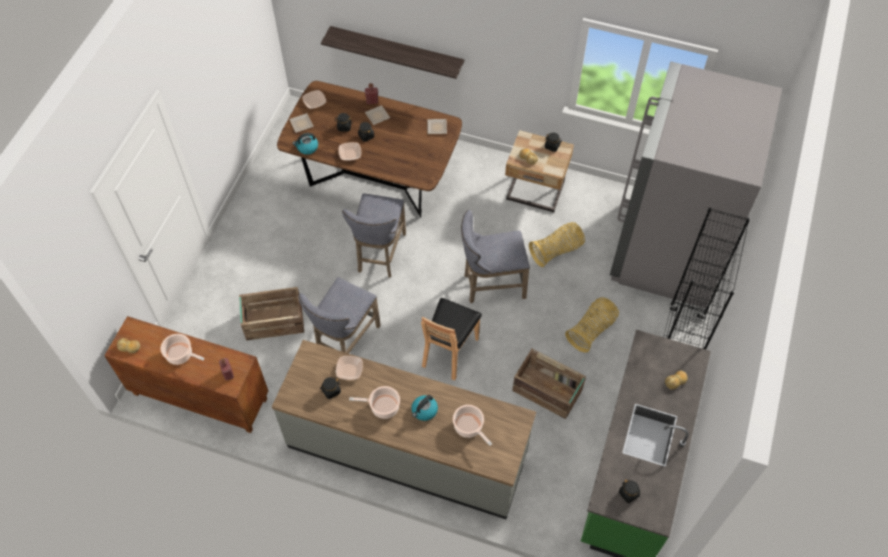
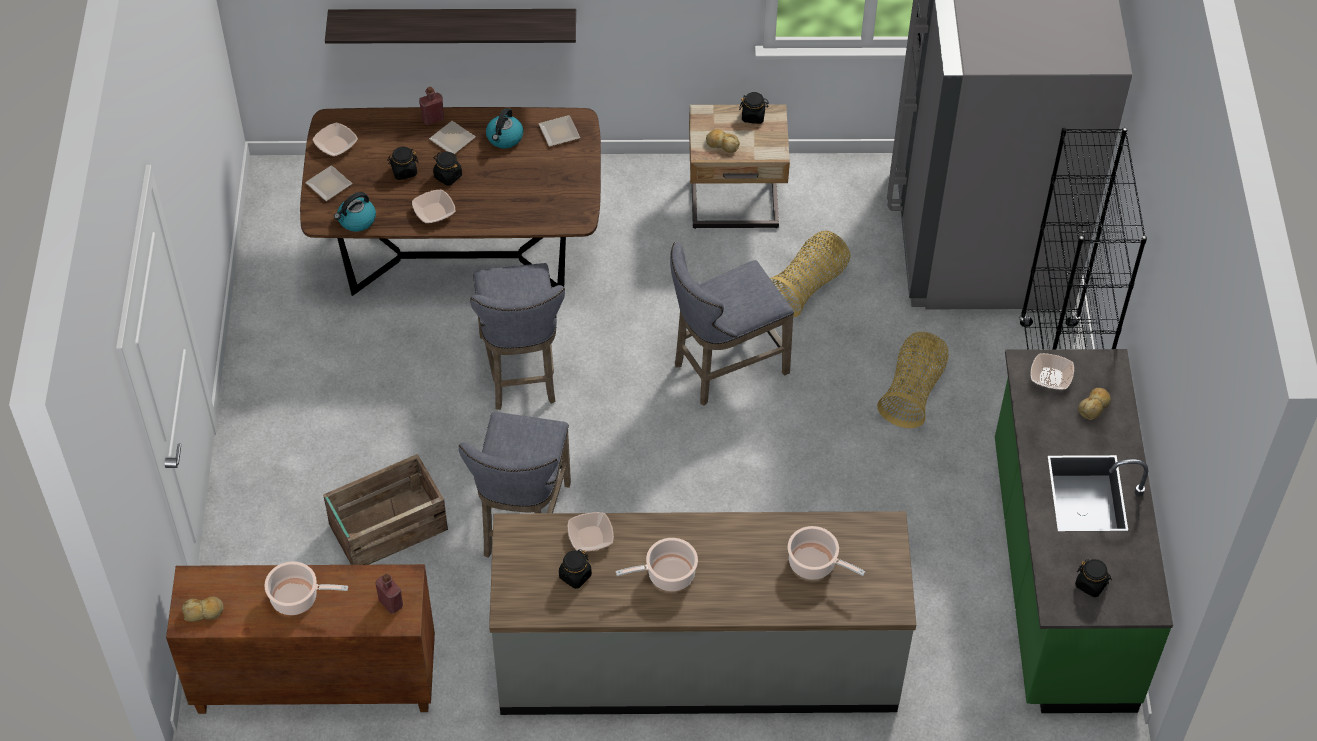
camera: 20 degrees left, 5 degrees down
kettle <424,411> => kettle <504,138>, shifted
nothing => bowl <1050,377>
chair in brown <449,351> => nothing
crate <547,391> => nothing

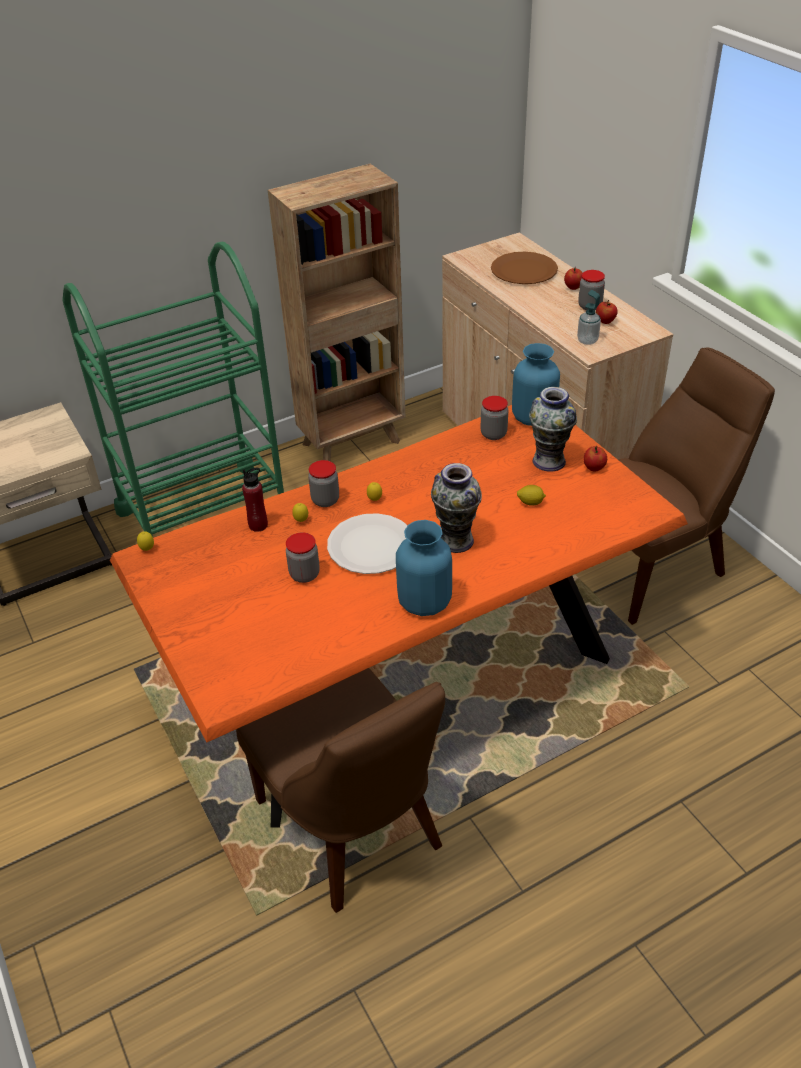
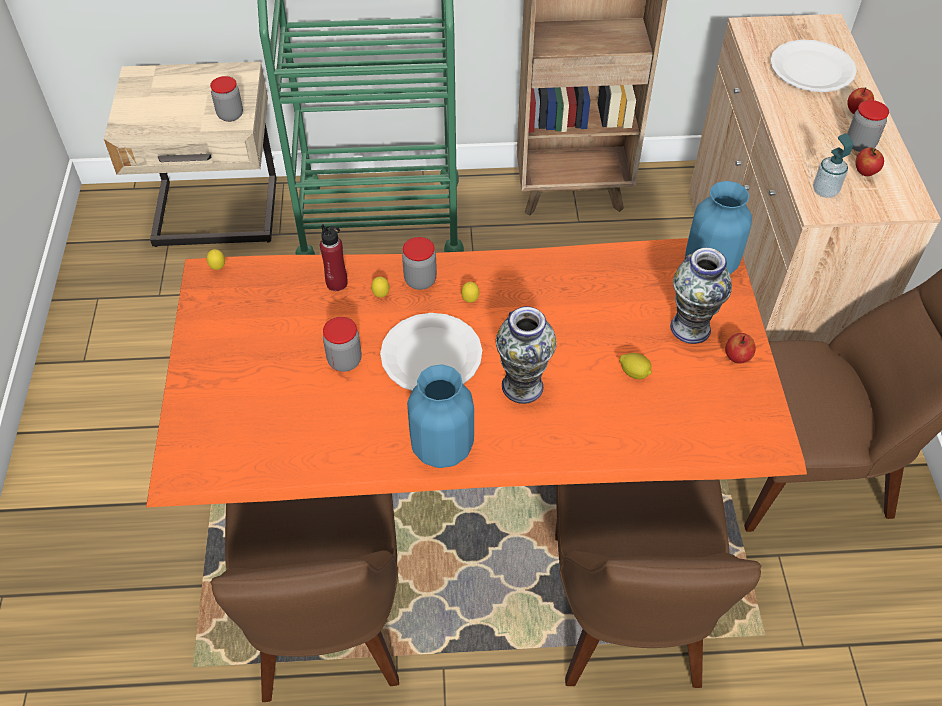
camera: 25 degrees right, 10 degrees up
jar <493,434> => jar <230,115>, shifted
nothing => chair in brown <627,617>
plate in brown <523,270> => plate in white <811,68>

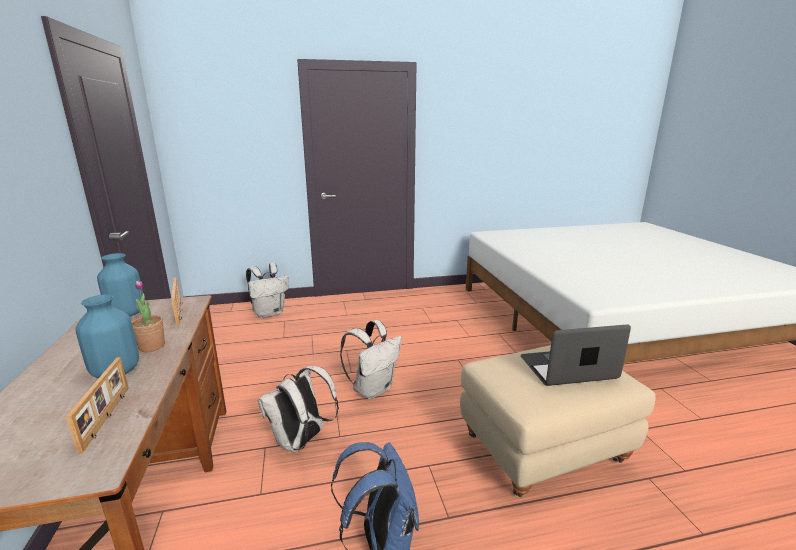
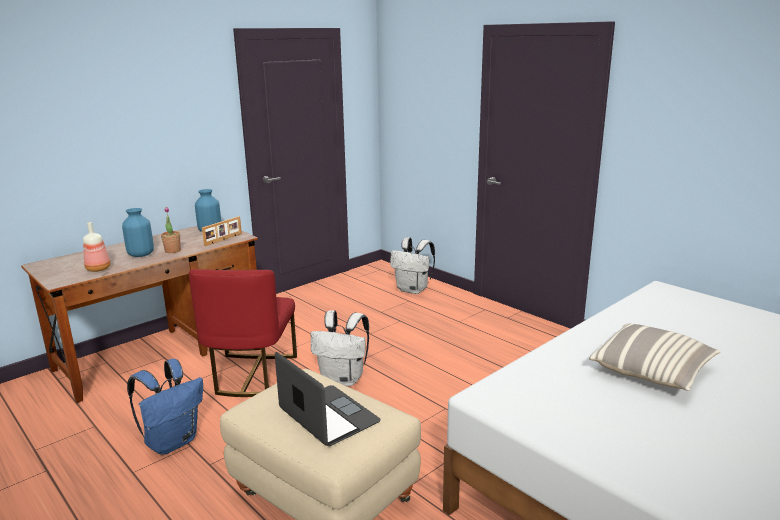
camera: 60 degrees right, 0 degrees up
picture frame <107,417> => bottle <99,269>
backpack in white <301,442> => chair in red <251,374>
nothing => pillow <652,371>

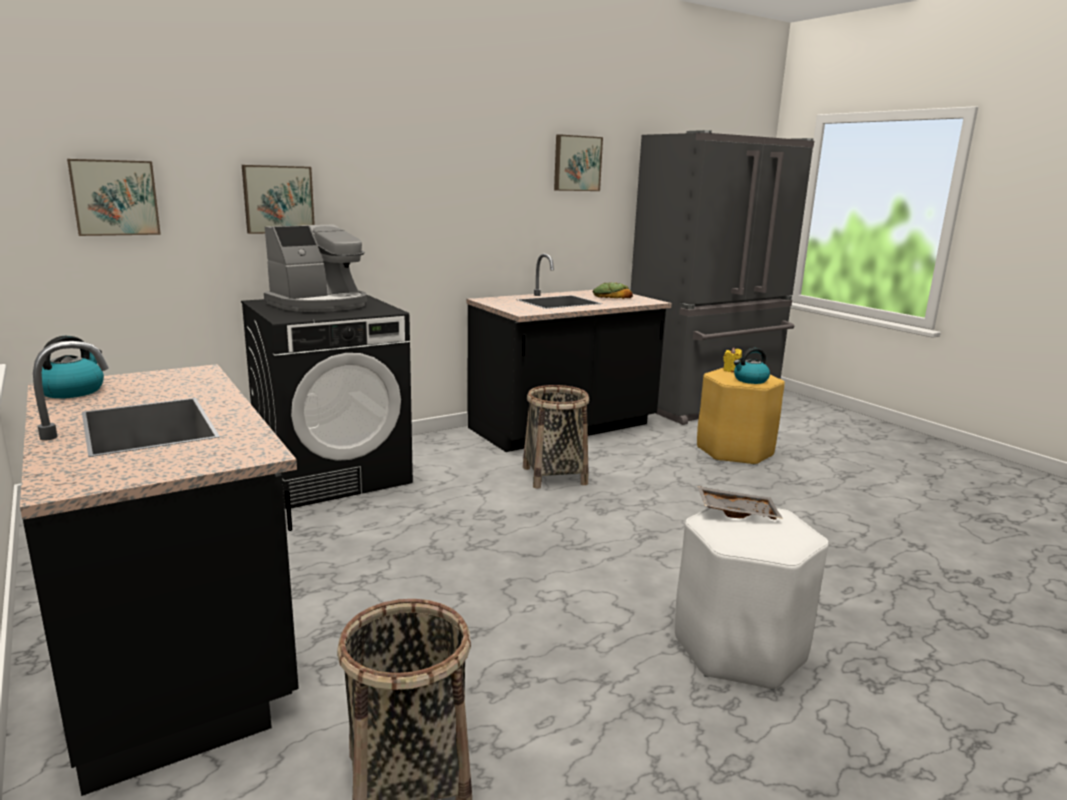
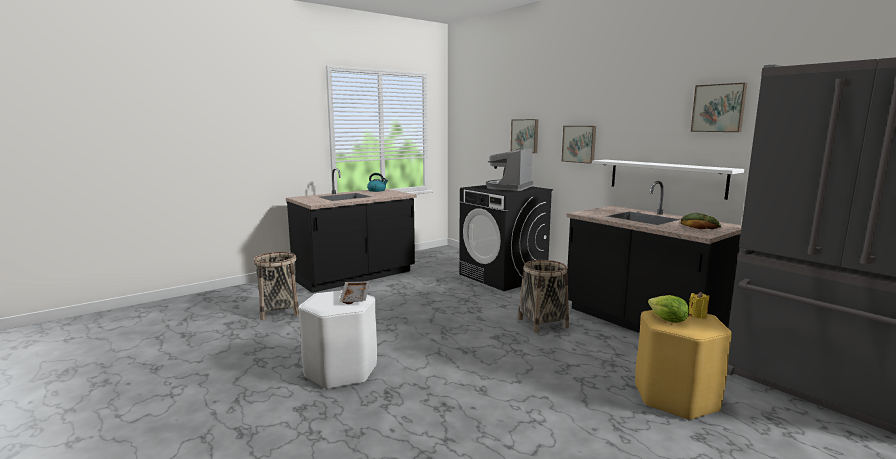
camera: 85 degrees right, 5 degrees down
coffee machine <320,304> => coffee machine <509,187>, 75 degrees clockwise
picture <115,197> => picture <579,144>, shifted
nothing => shelf in white <665,178>
kettle <750,380> => lettuce <667,320>

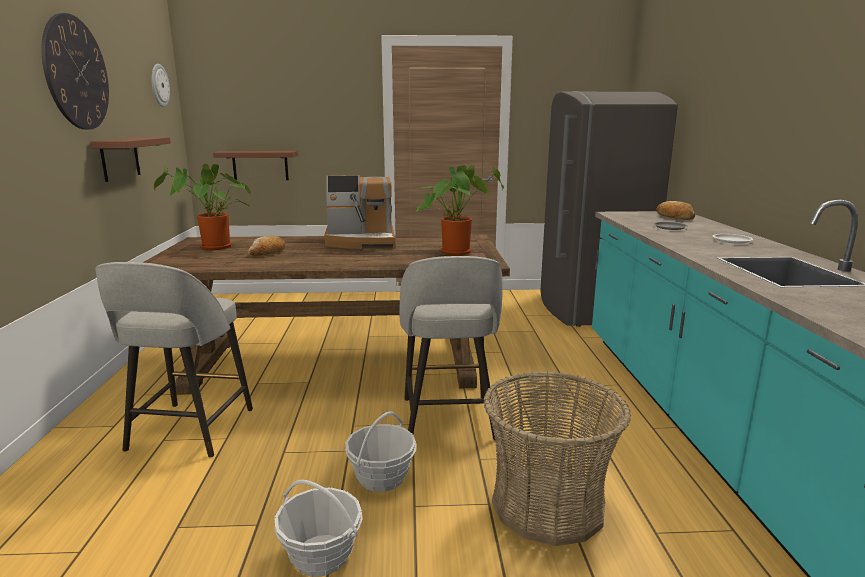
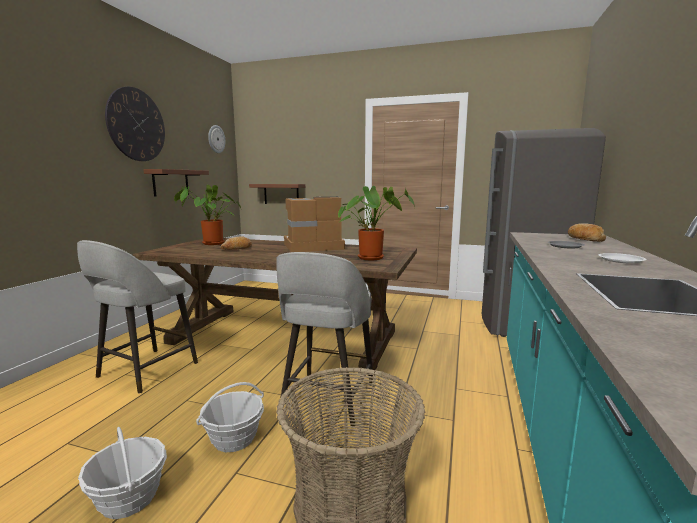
camera: 20 degrees right, 5 degrees down
coffee machine <361,242> => coffee machine <312,246>, 150 degrees clockwise

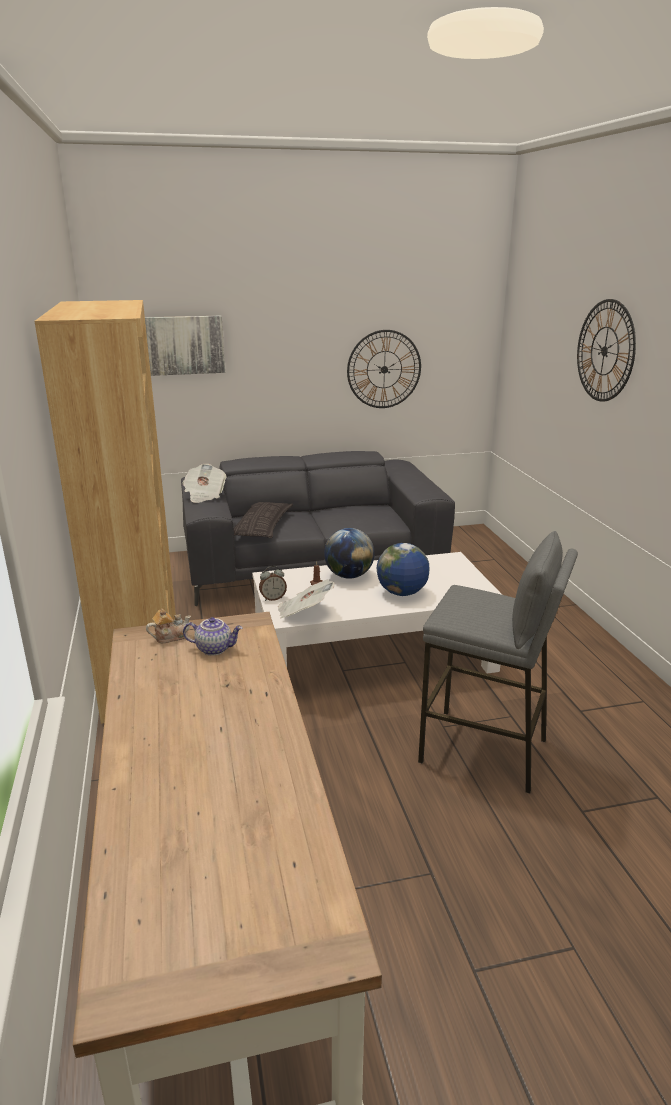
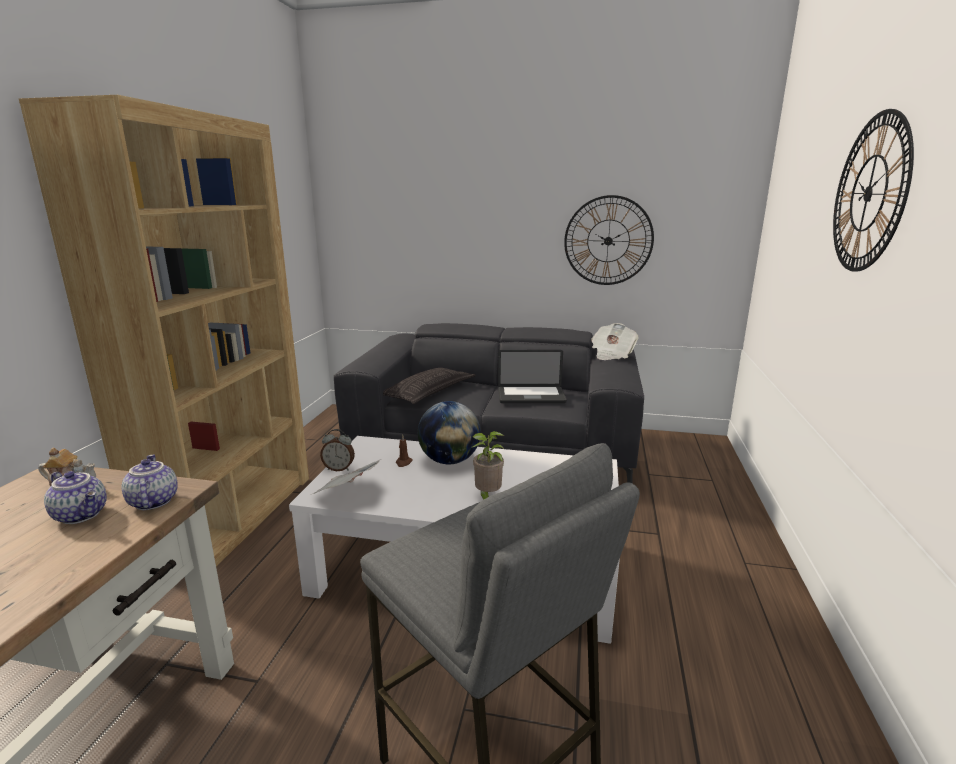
camera: 25 degrees right, 5 degrees down
nothing => teapot <152,502>
globe <402,593> => potted plant <487,496>
nothing => laptop <531,396>
newspaper <204,495> => newspaper <612,354>, shifted
picture <180,345> => nothing

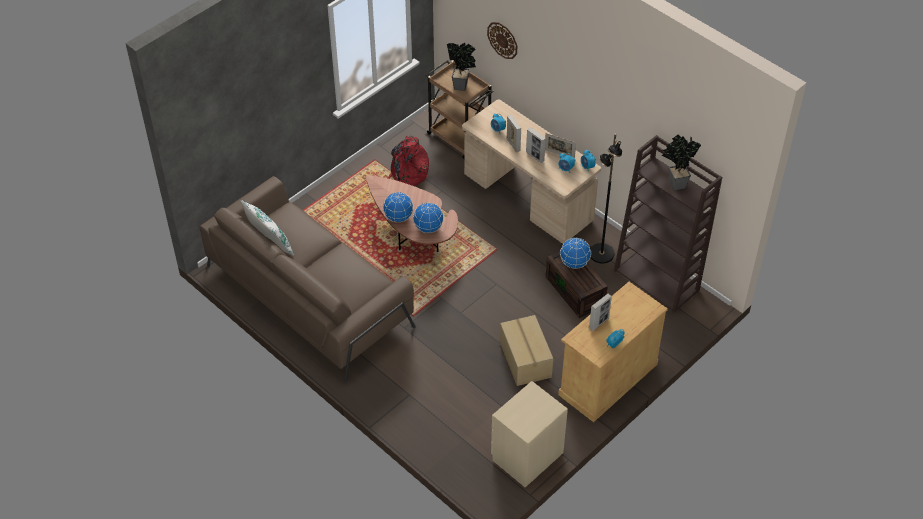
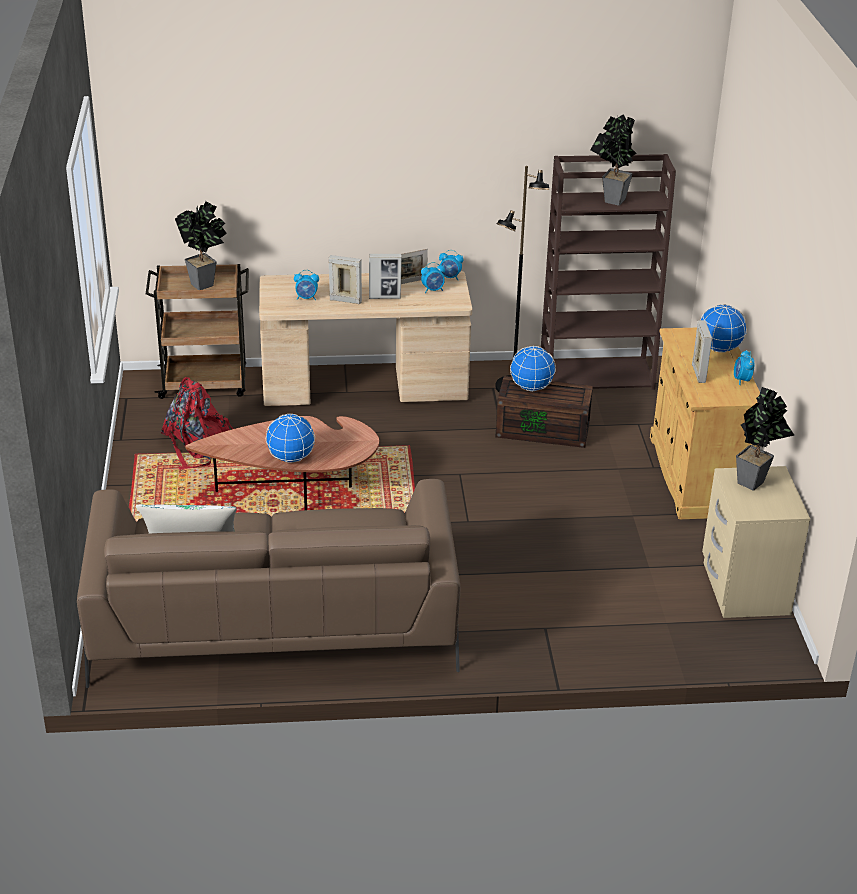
camera: 50 degrees left, 15 degrees down
globe <428,228> => globe <719,349>, shifted
nothing => potted plant <754,481>
wall clock <502,40> => nothing
cardboard box <524,360> => nothing

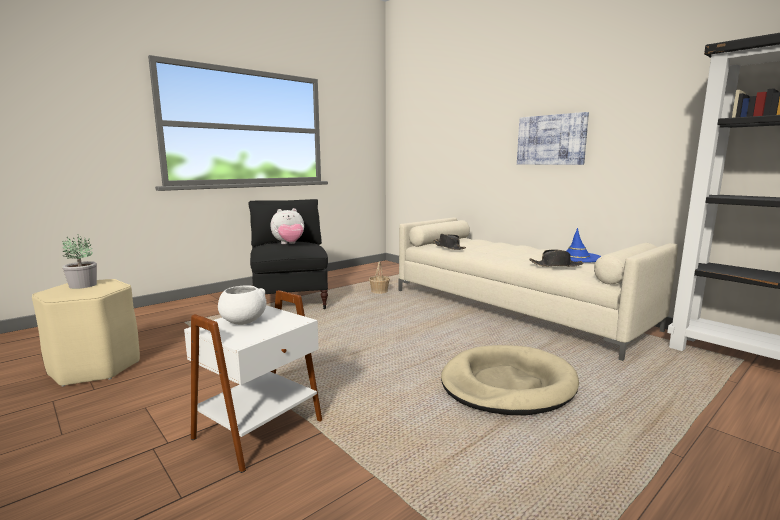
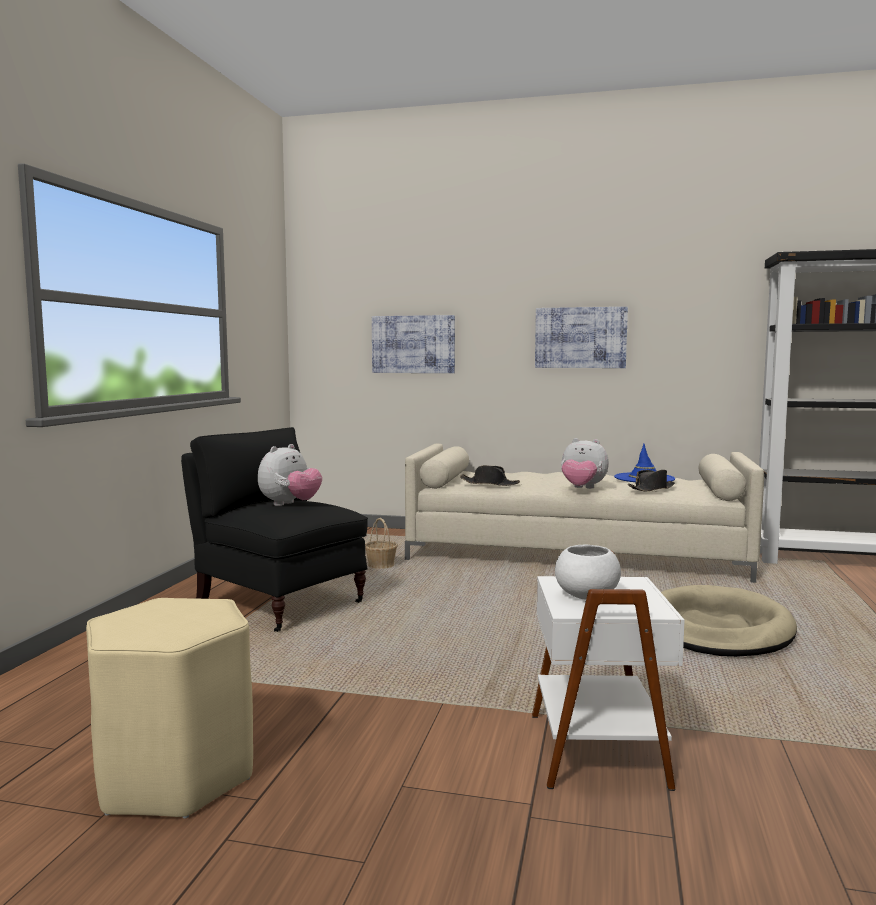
camera: 35 degrees left, 5 degrees down
nothing => picture <413,344>
nothing => plush toy <582,488>
potted plant <82,285> => nothing

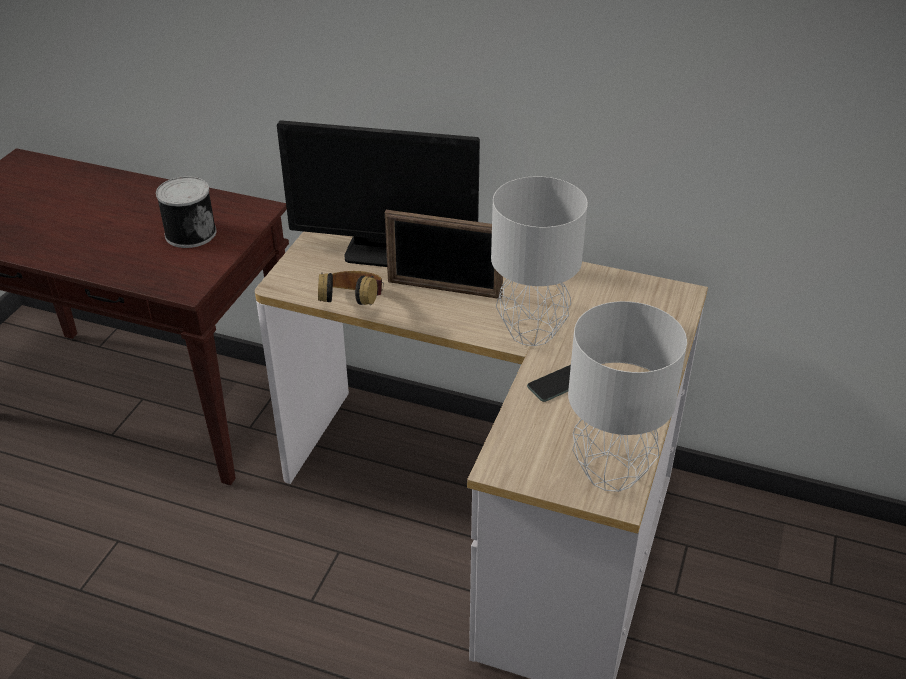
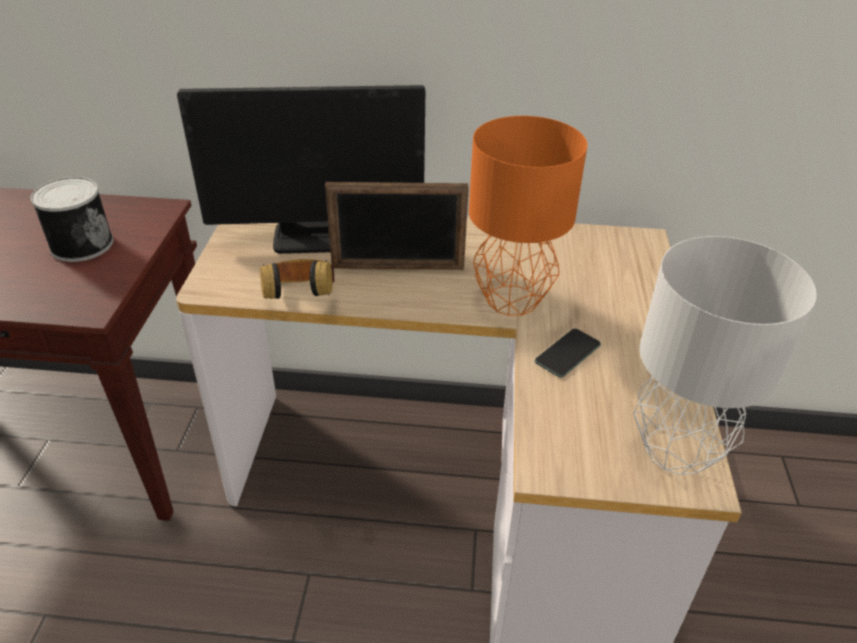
camera: 15 degrees left, 0 degrees up
table lamp in grey <533,333> => table lamp in orange <514,301>

